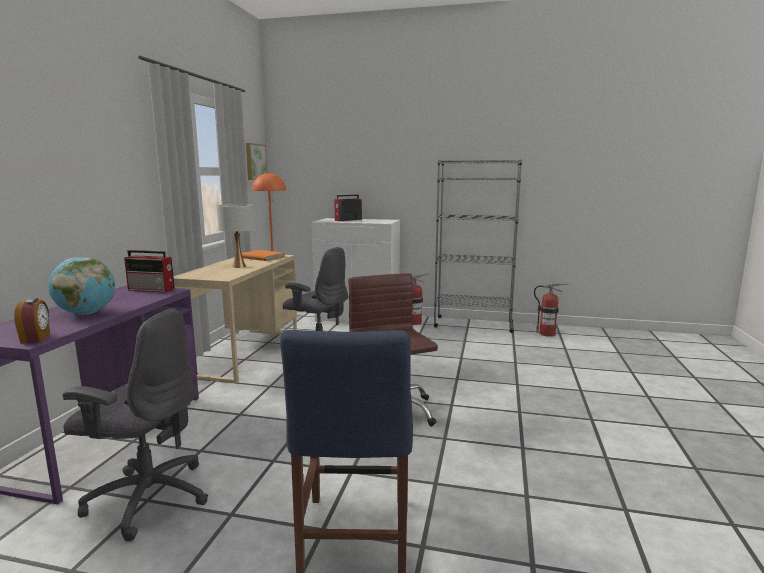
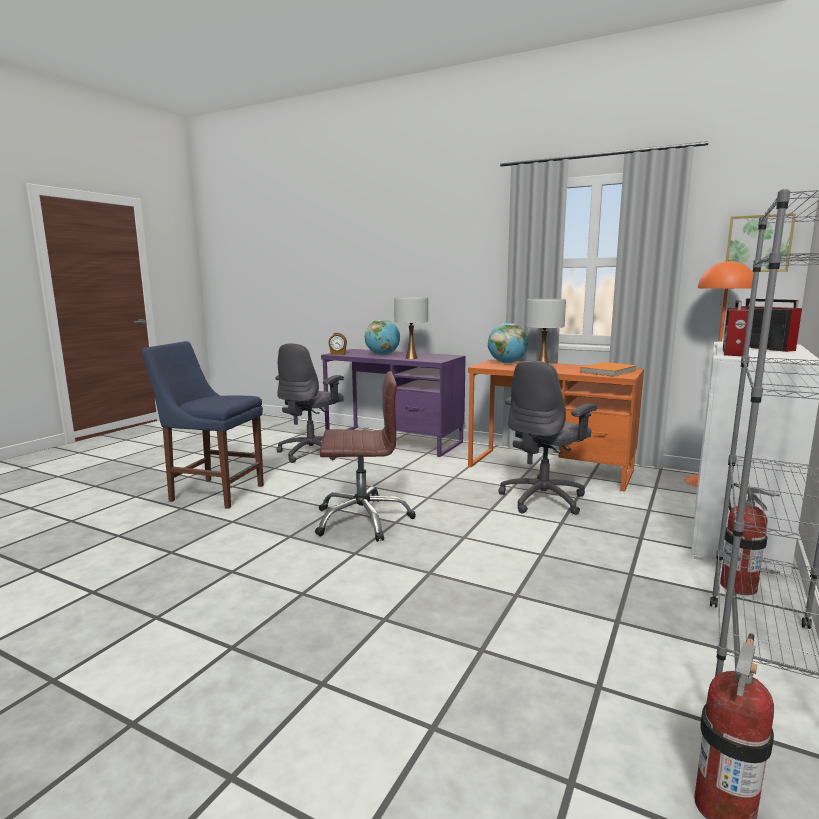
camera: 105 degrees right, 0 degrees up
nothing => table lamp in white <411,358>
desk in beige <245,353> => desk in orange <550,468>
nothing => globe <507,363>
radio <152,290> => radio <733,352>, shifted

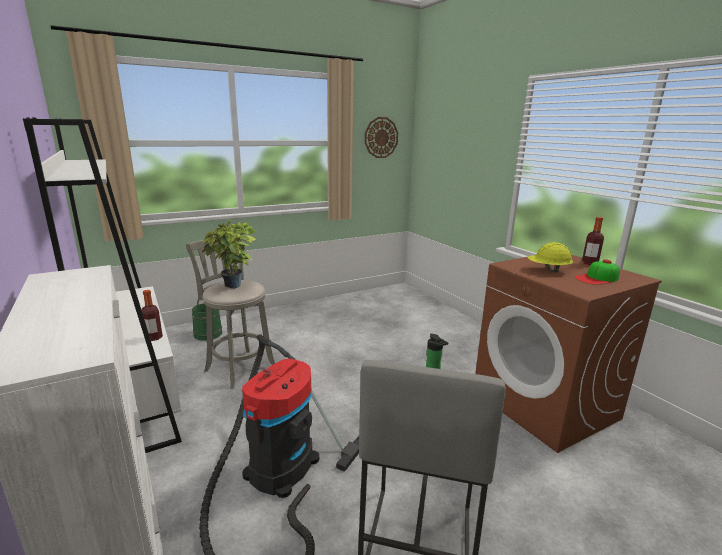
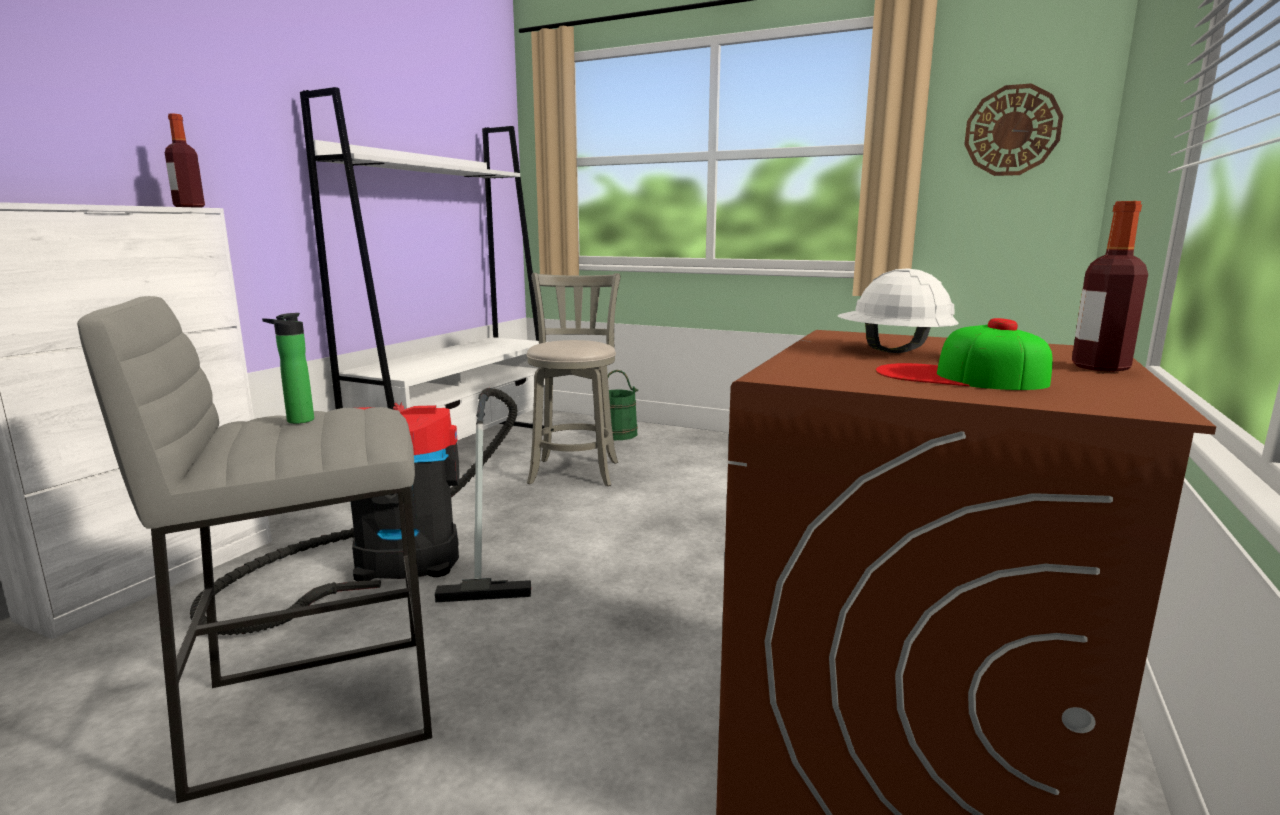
camera: 55 degrees right, 5 degrees down
bottle <154,338> => bottle <189,207>, shifted
hard hat in yellow <548,270> => hard hat in white <892,351>
potted plant <234,287> => nothing

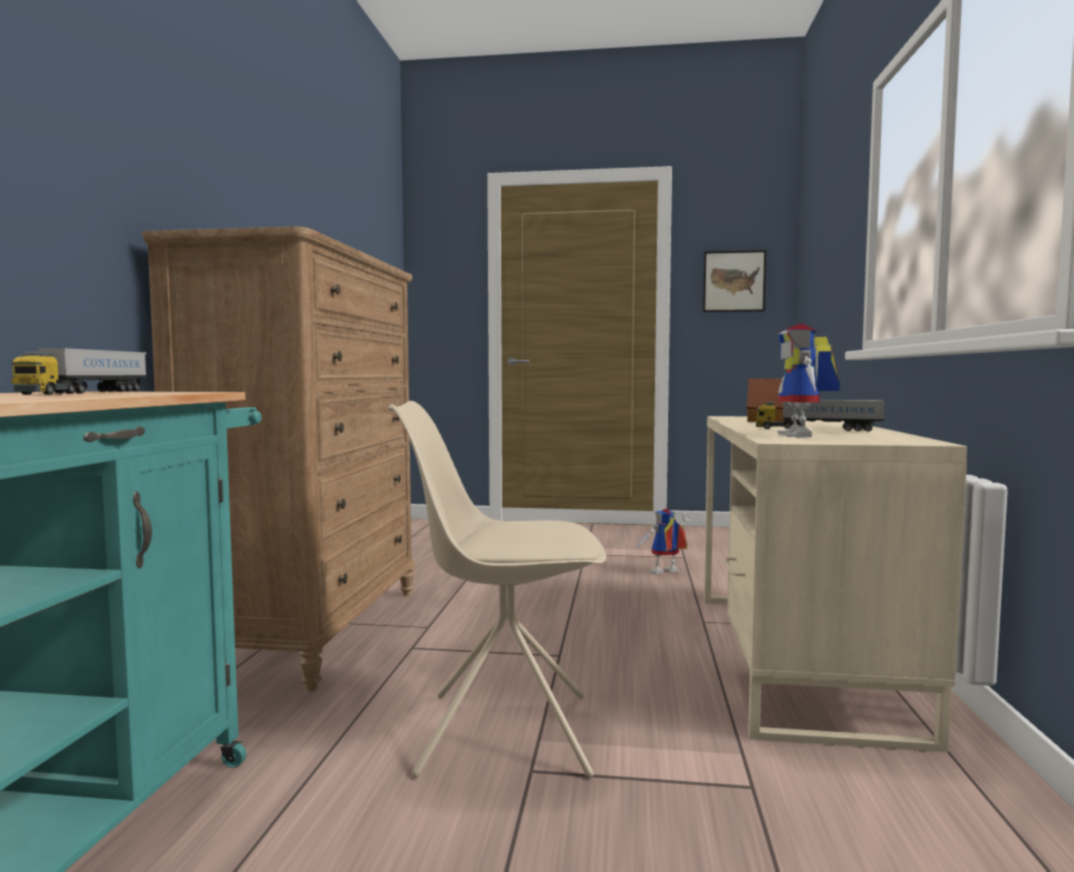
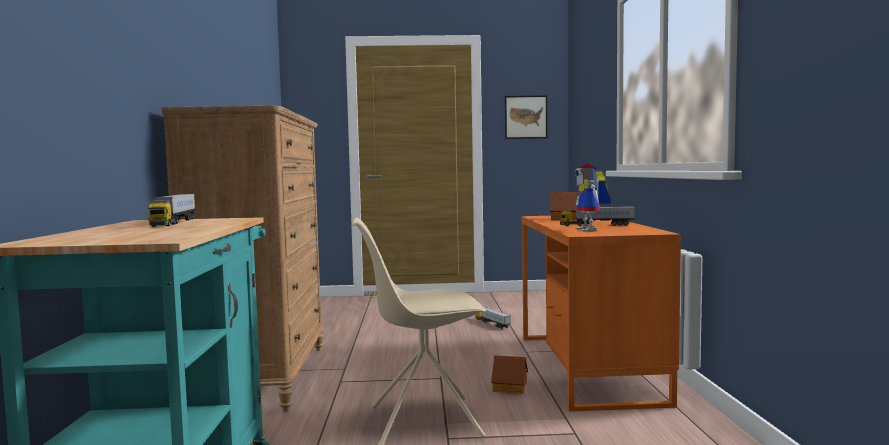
camera: 10 degrees left, 0 degrees up
toy robot <664,572> => toy truck <492,323>
nothing => toy house <510,387>
desk in beige <794,657> => desk in orange <586,367>

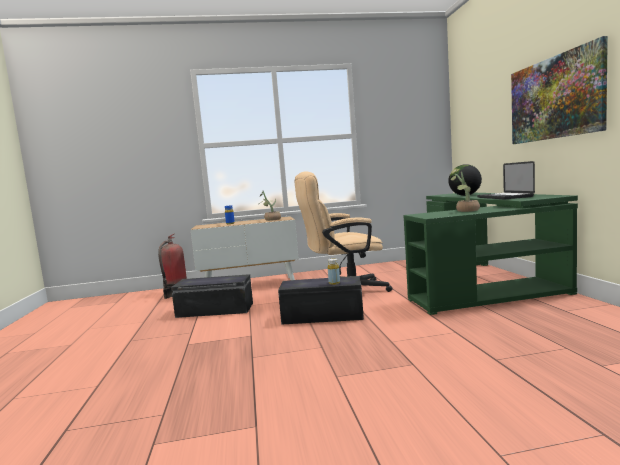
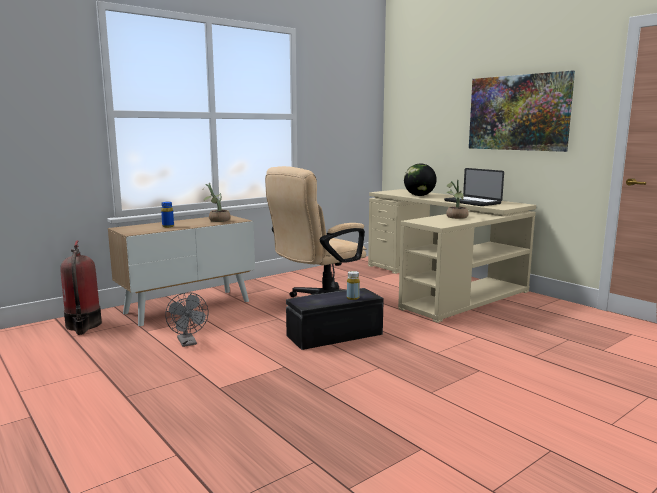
camera: 30 degrees left, 5 degrees up
storage box in black <215,310> => fan in grey <188,343>
desk in green <482,282> => desk in beige <443,285>

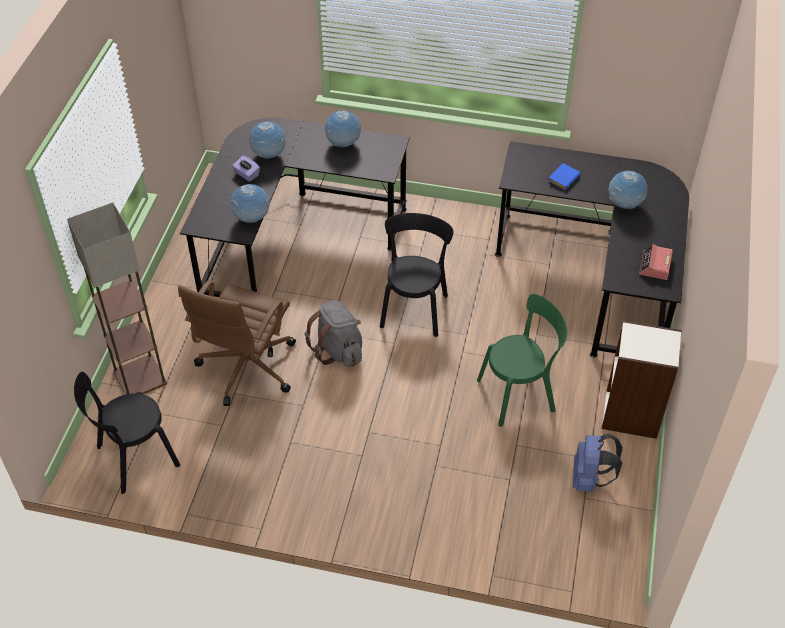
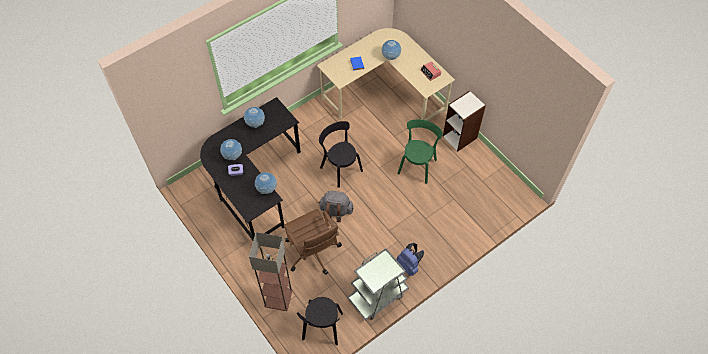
camera: 50 degrees left, 10 degrees up
desk in black <598,275> => desk in beige <385,93>
nothing => cart in grey <377,295>
backpack in blue <590,478> => backpack in blue <409,265>, shifted

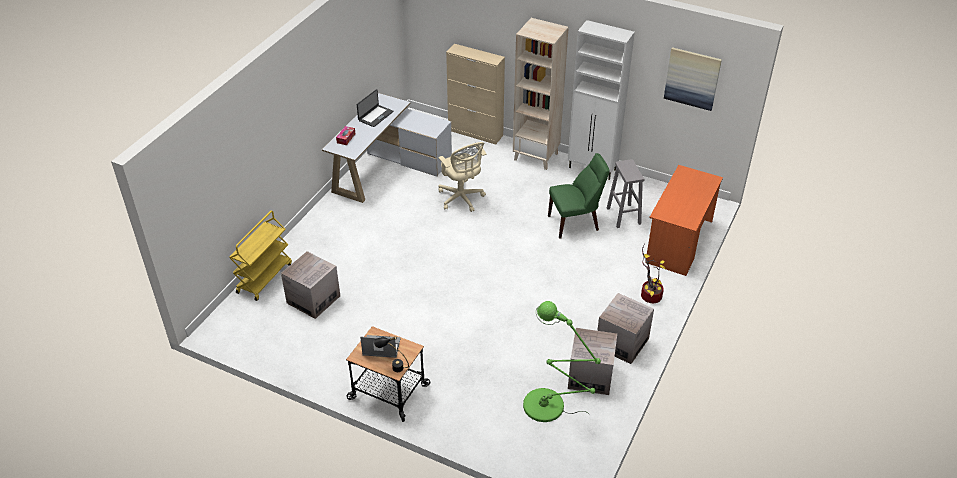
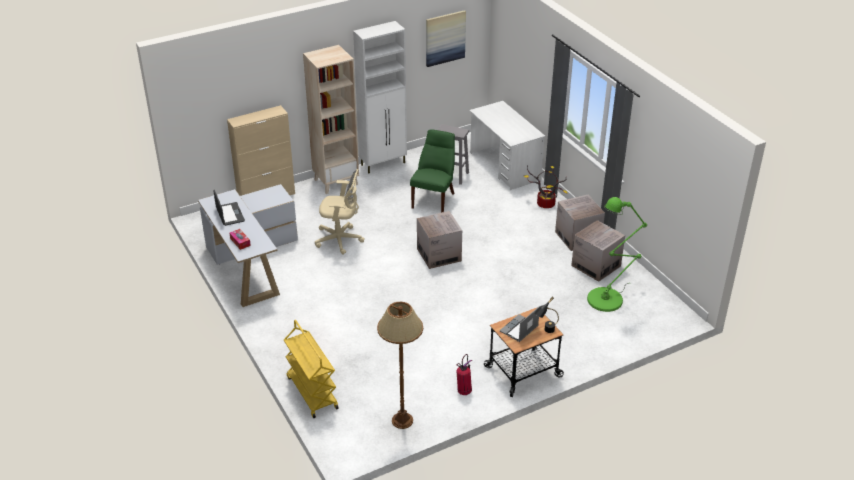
camera: 55 degrees left, 5 degrees down
nothing => floor lamp in brown <402,420>
cardboard box <313,299> => cardboard box <439,255>, shifted
nothing => fire extinguisher <464,391>
desk in orange <679,242> => desk in white <504,166>

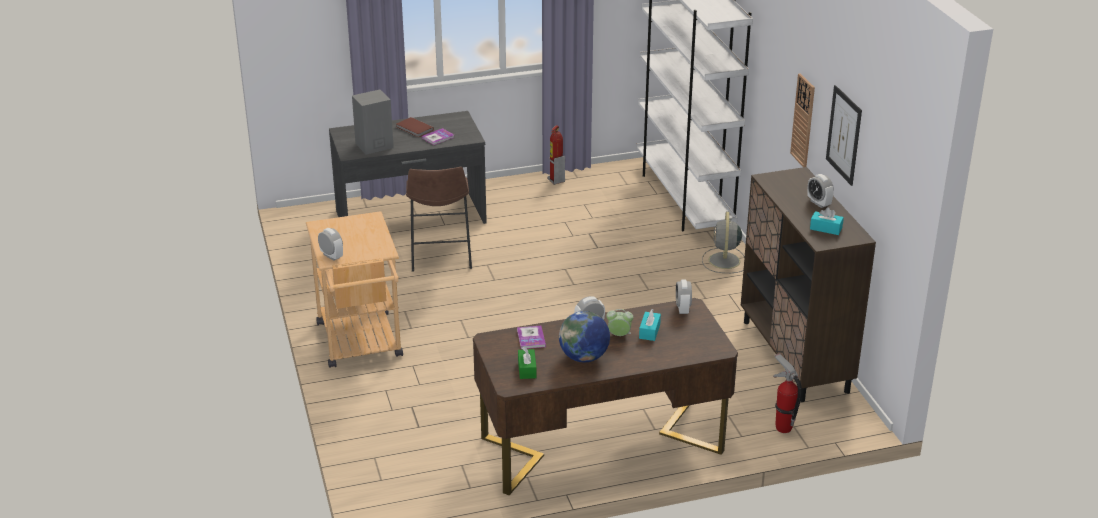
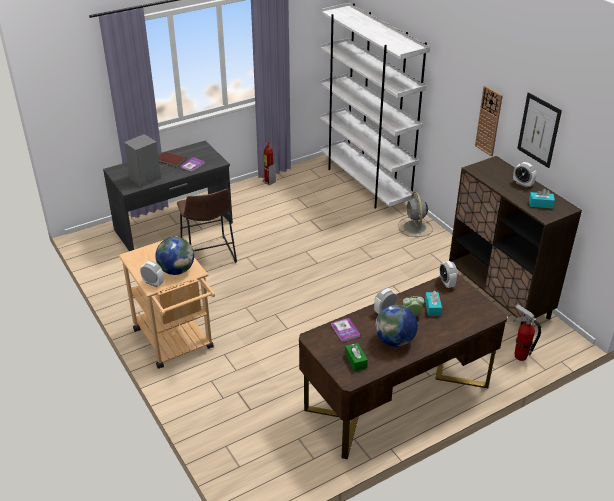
camera: 15 degrees left, 5 degrees up
nothing => globe <176,270>

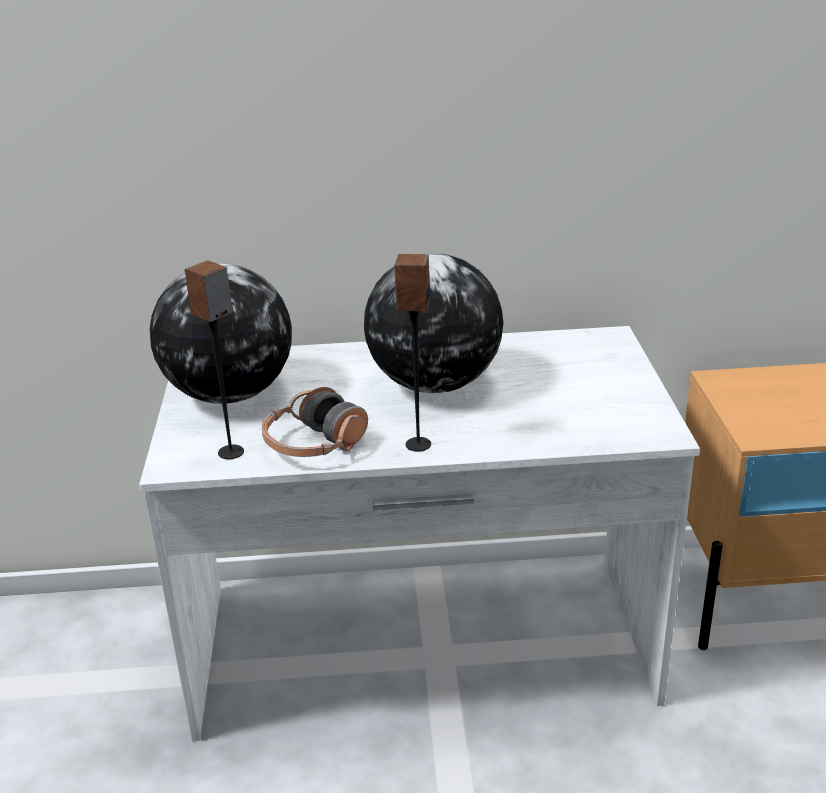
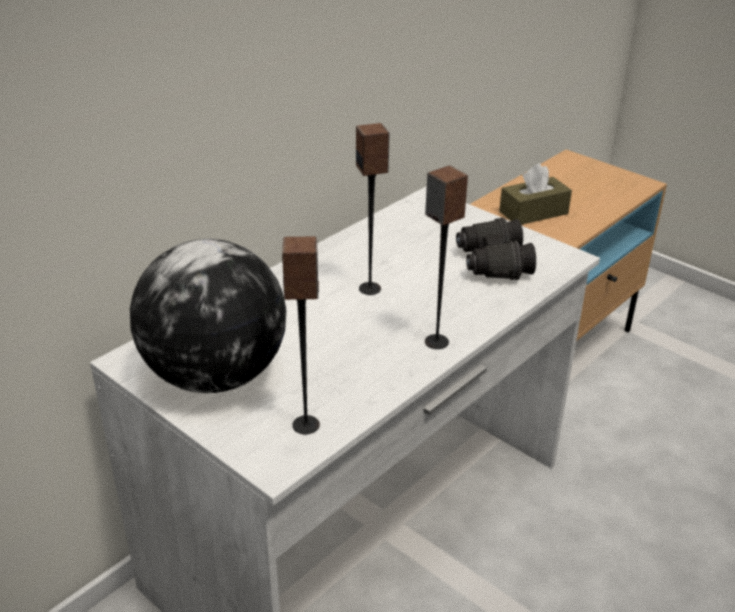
camera: 45 degrees left, 5 degrees up
globe <435,384> => speaker <370,288>
nothing => binoculars in black <492,263>
nothing => tissue box in brown <533,212>
headphones <314,444> => nothing

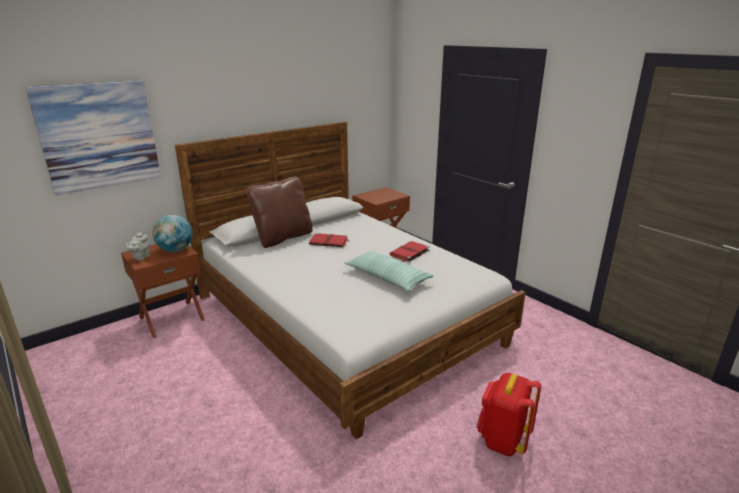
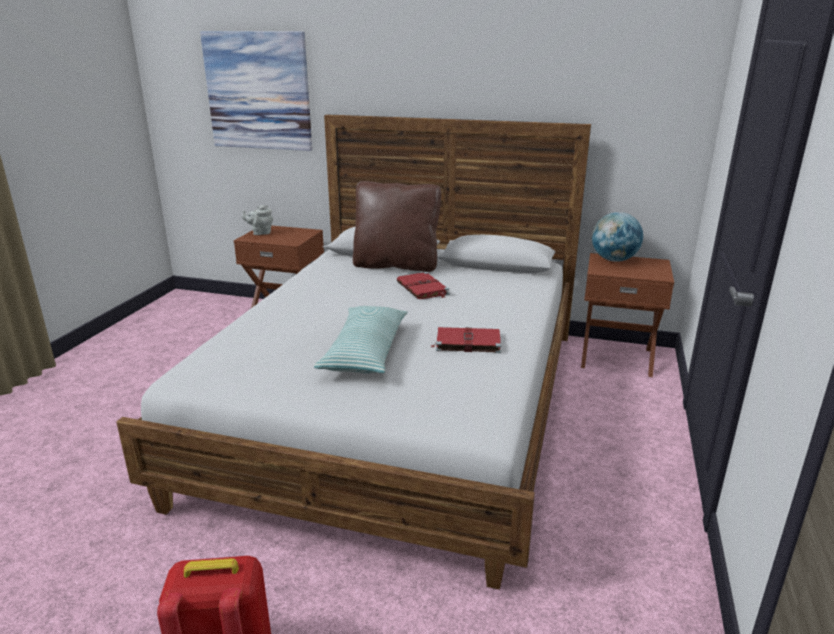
camera: 55 degrees right, 0 degrees up
globe <175,250> => globe <613,260>, shifted

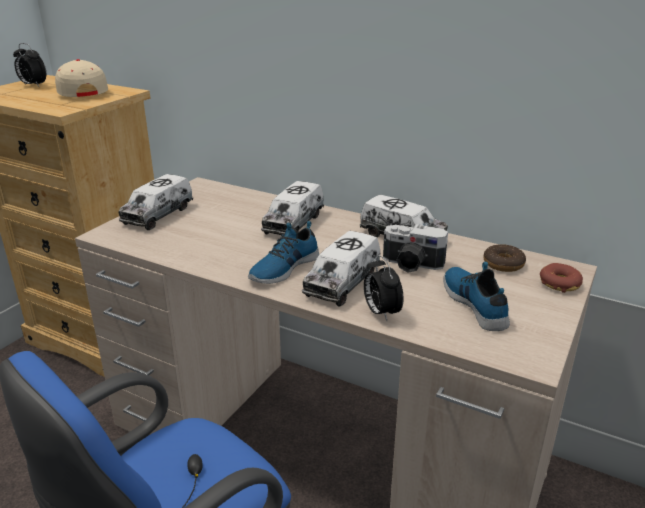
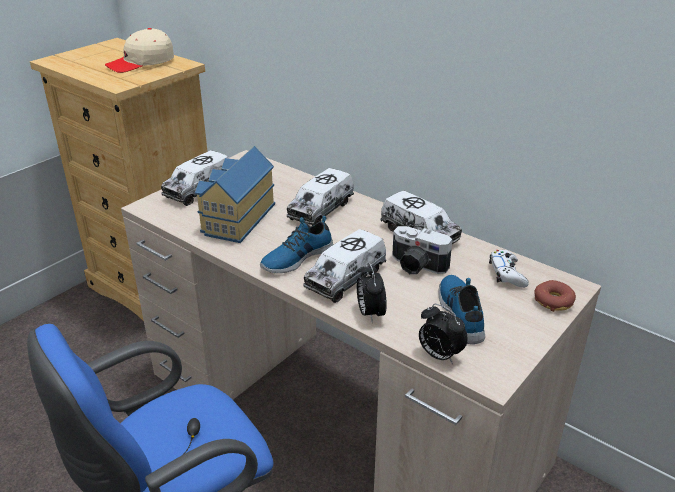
camera: 10 degrees right, 5 degrees up
cap in beige <81,92> => cap in beige <141,63>, 105 degrees counterclockwise
nothing => toy house <236,218>
alarm clock <33,86> => alarm clock <439,355>, shifted
donut <503,264> => game controller in white <507,274>

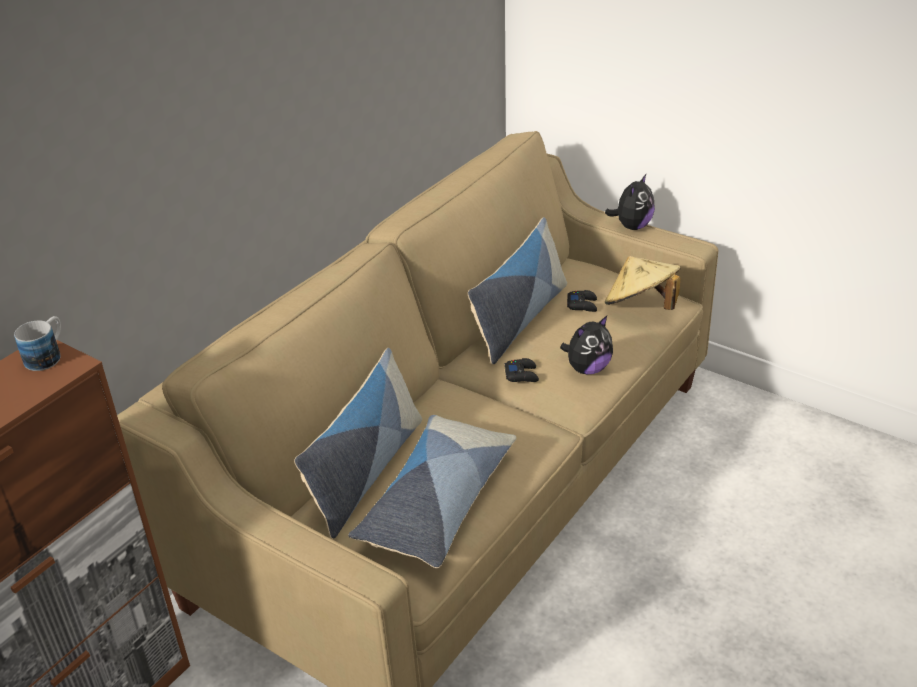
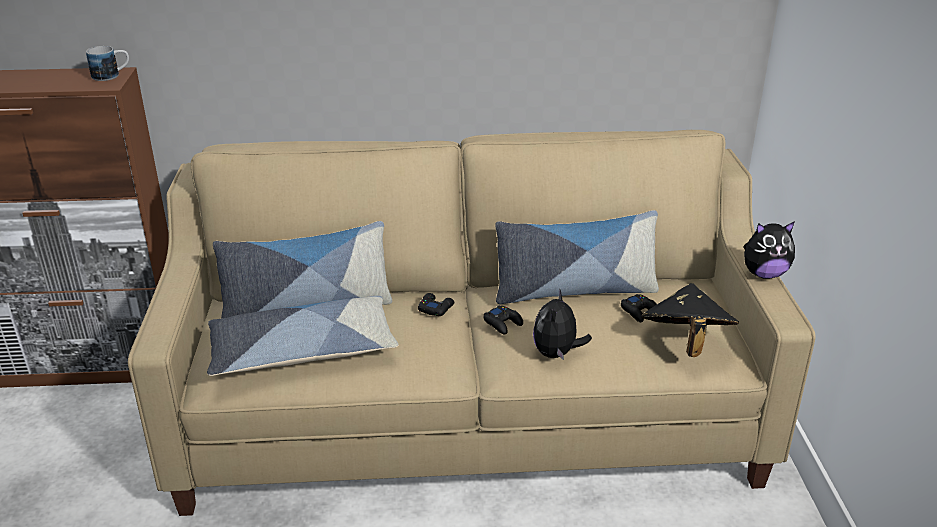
camera: 50 degrees right, 5 degrees down
nothing => game controller in black <435,308>
plush toy <587,368> => plush toy <557,353>, 90 degrees clockwise
hat in beige <640,306> => hat in black <685,343>

